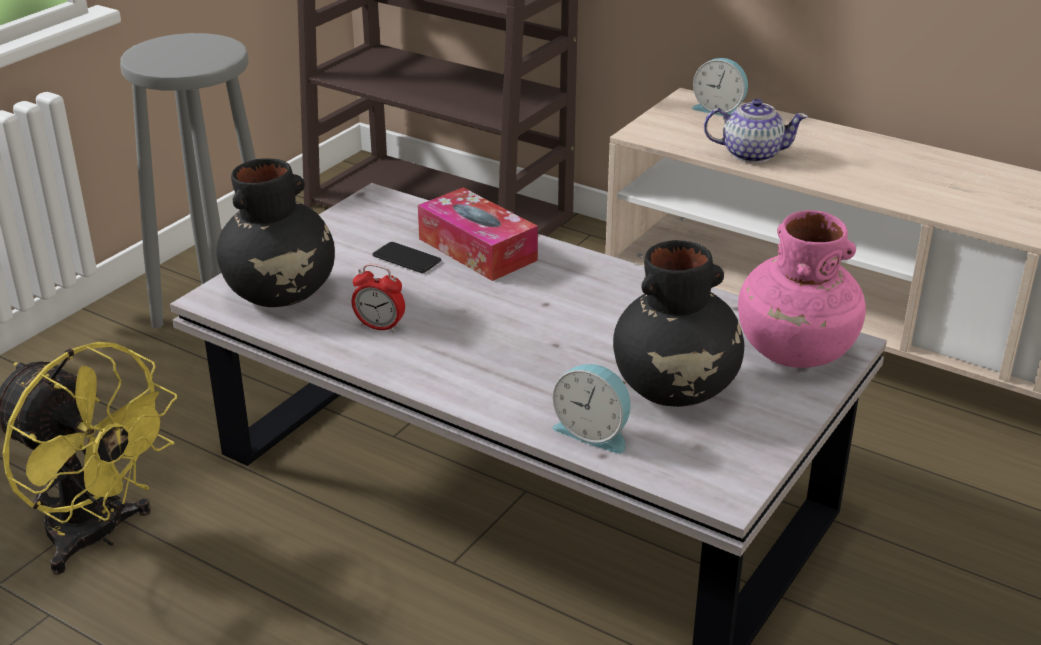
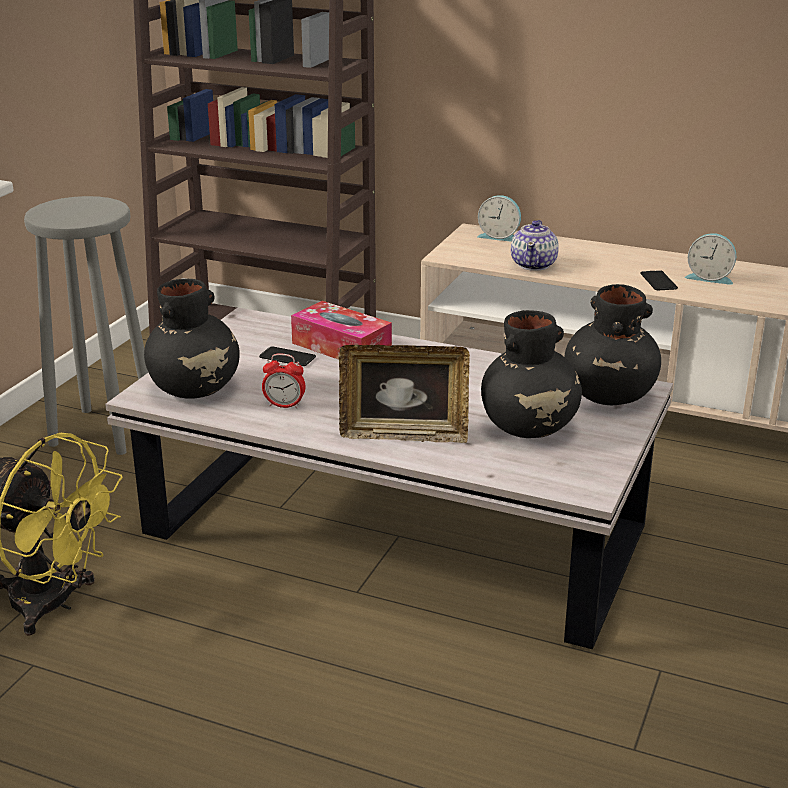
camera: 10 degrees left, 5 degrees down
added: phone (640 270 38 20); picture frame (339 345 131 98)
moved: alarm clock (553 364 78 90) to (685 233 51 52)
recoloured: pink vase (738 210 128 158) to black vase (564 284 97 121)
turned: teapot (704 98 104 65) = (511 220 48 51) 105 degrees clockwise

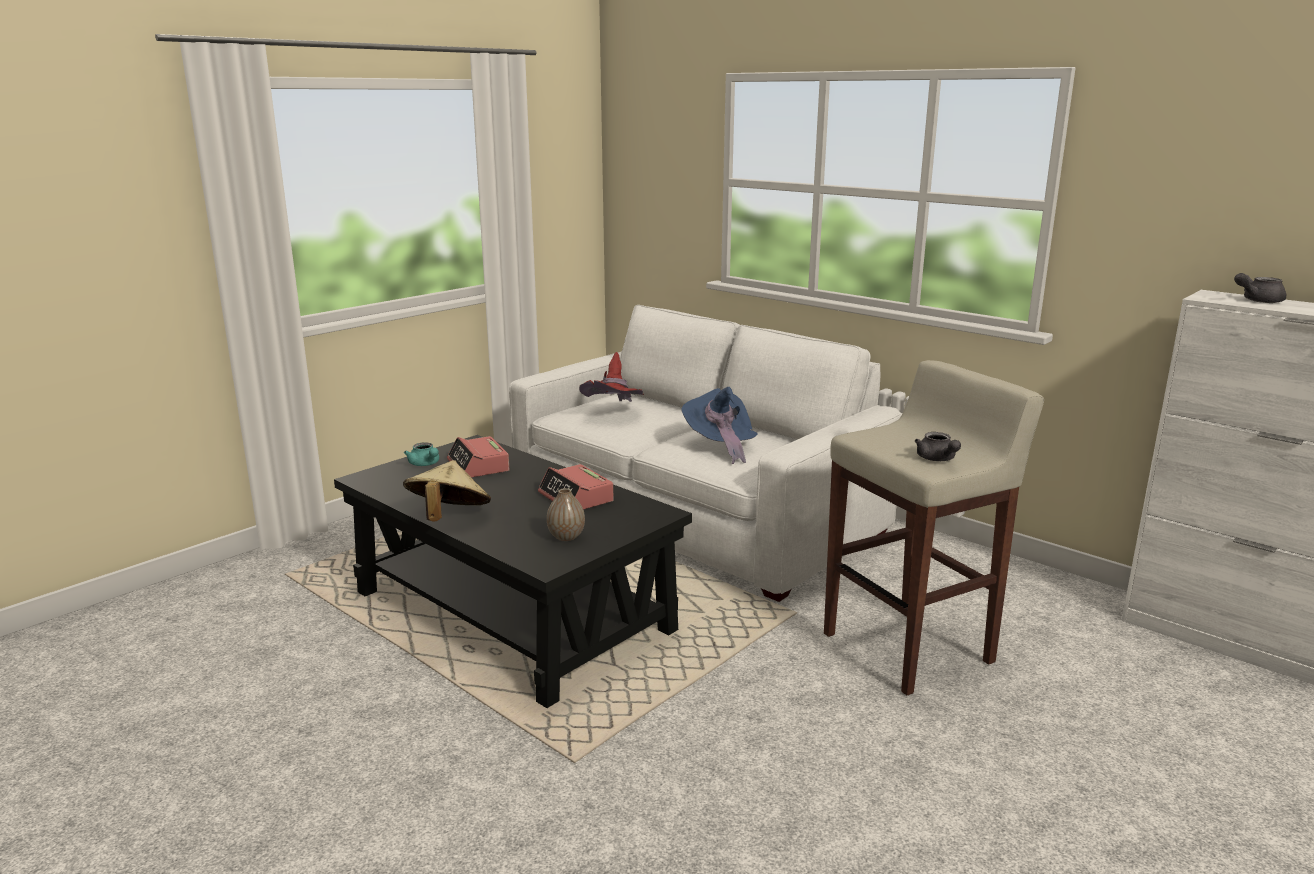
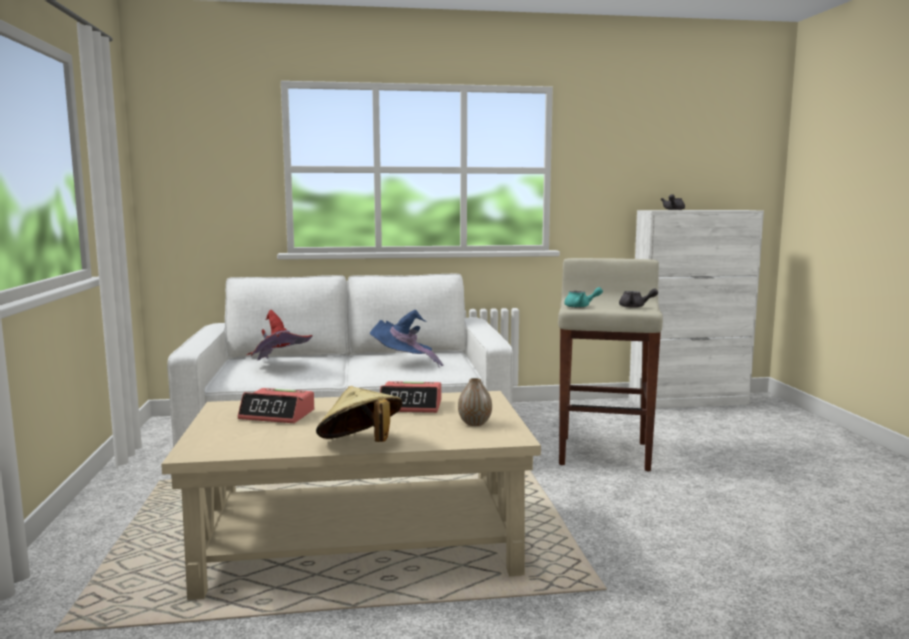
camera: 50 degrees left, 10 degrees down
moved: turquoise teapot (404 442 35 24) to (564 287 39 21)
recoloured: black coffee table (334 435 358 273) to beige coffee table (161 391 380 209)

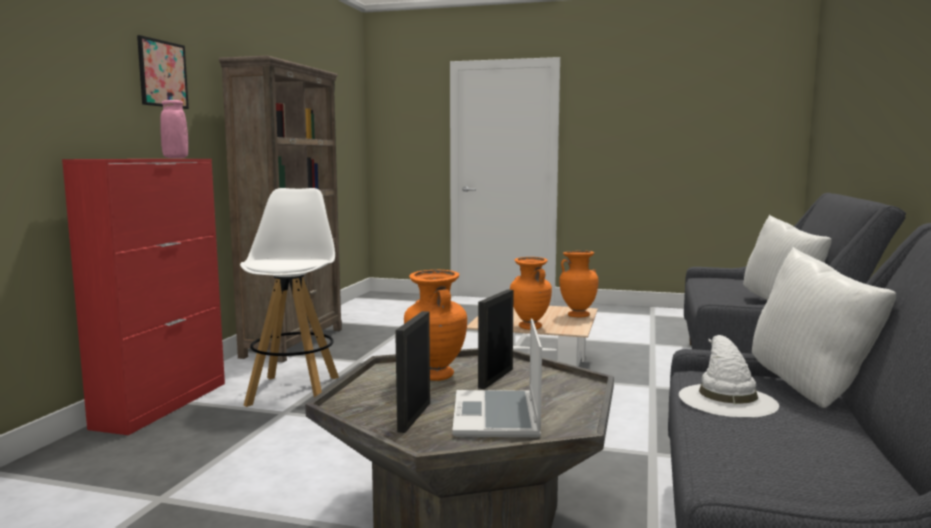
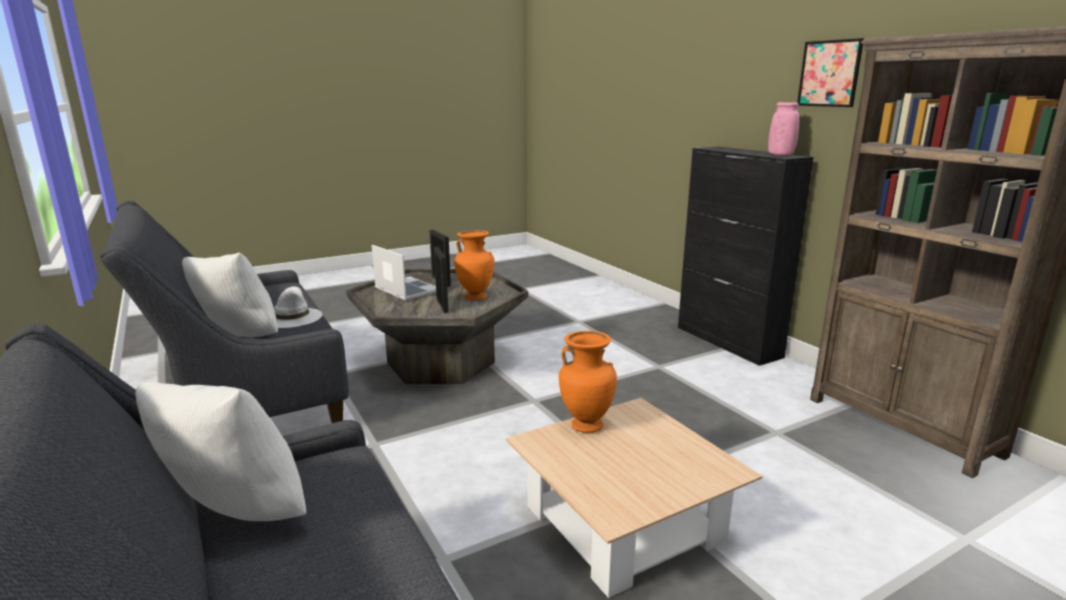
camera: 135 degrees right, 10 degrees up
removed: white stool (240 188 99 219); orange vase (559 251 40 66)
recoloured: red cabinet (62 159 163 276) to black cabinet (678 146 136 220)

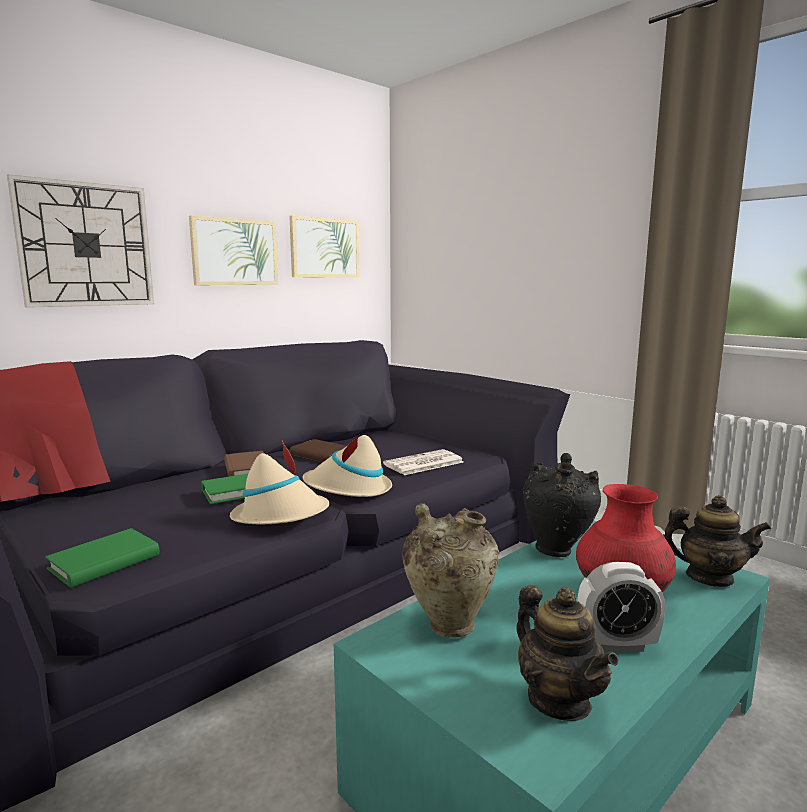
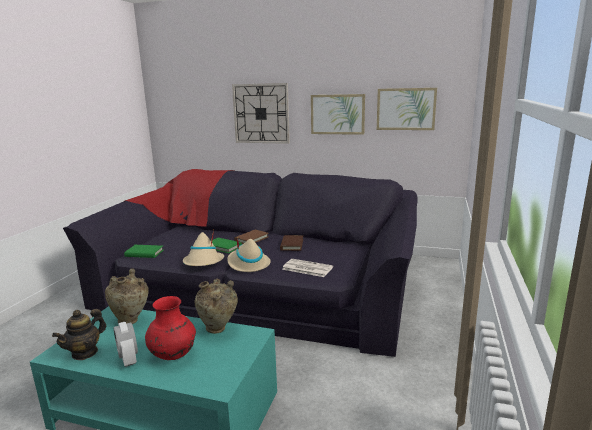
camera: 60 degrees right, 5 degrees up
removed: teapot (663 495 108 92)
recoloured: black vase (523 453 78 104) to beige vase (195 278 43 56)

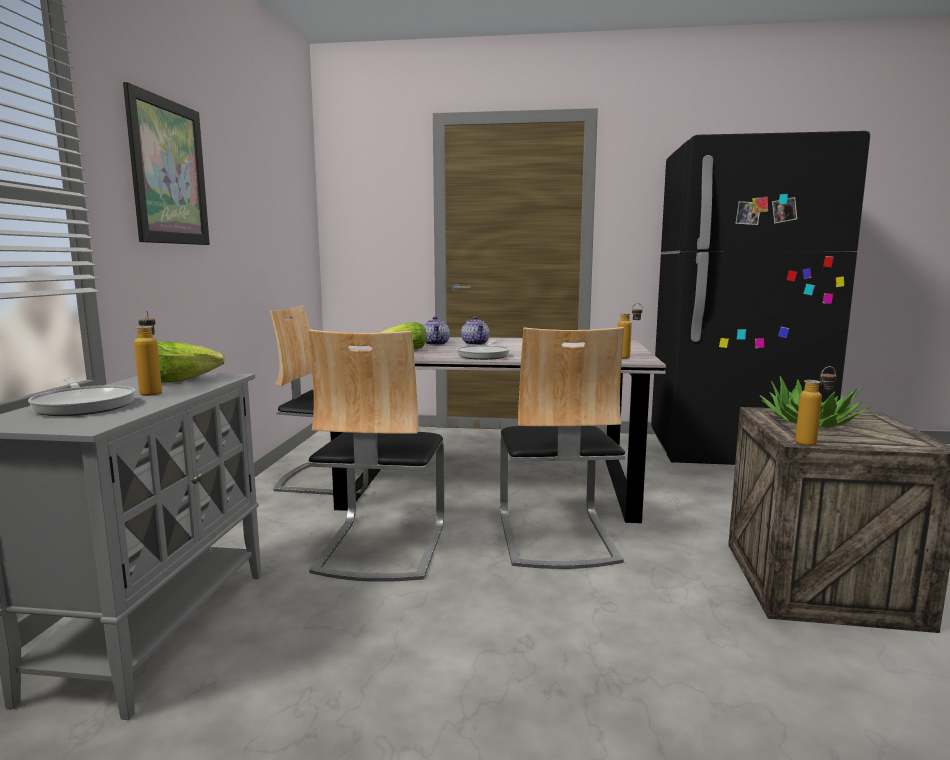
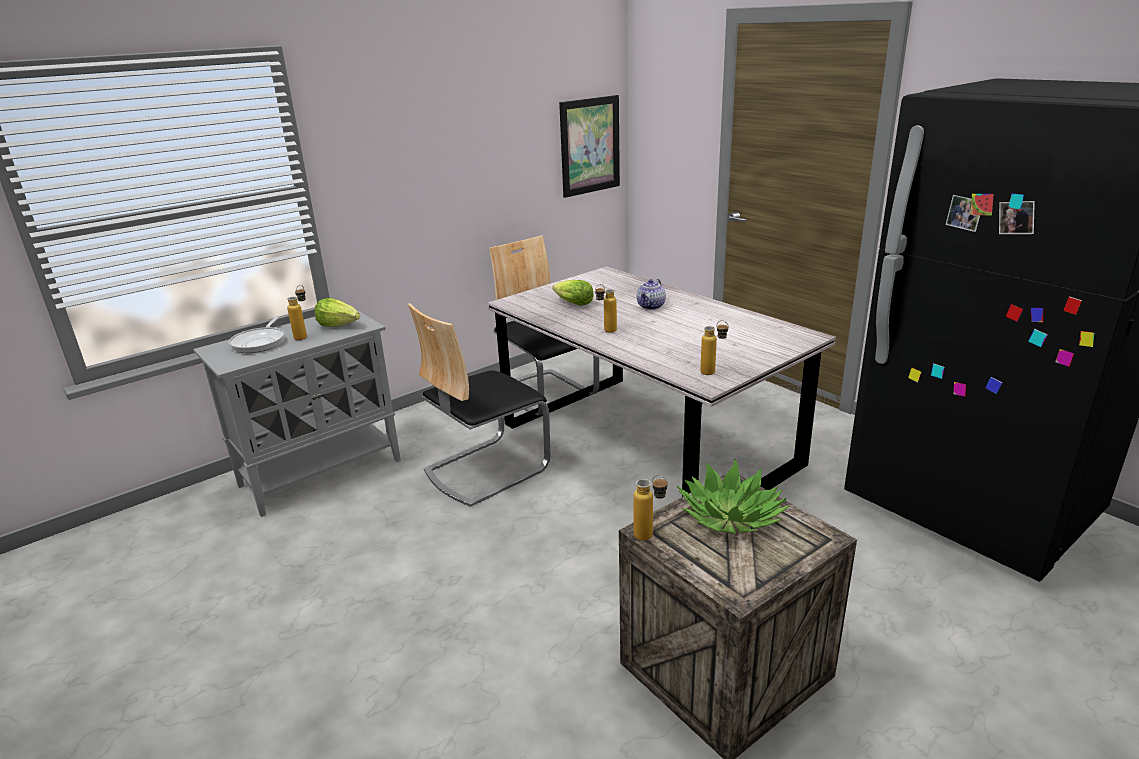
camera: 45 degrees right, 15 degrees up
removed: teapot (424 316 26 30); chair (500 327 125 242)
moved: picture (123 82 87 163) to (559 95 61 103)
replaced: frying pan (457 340 53 20) to bottle (595 284 22 49)

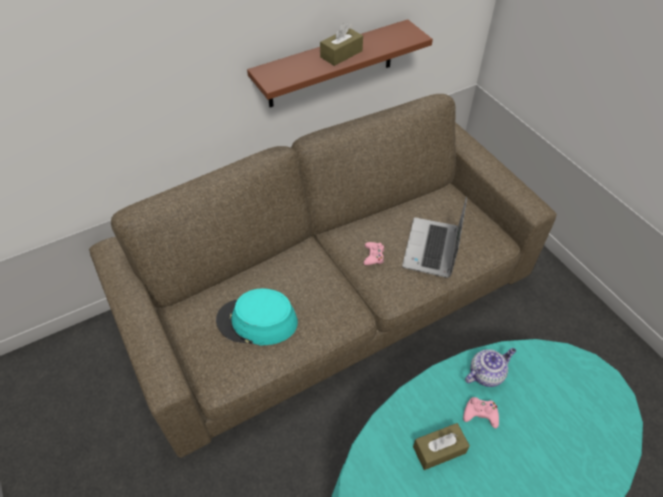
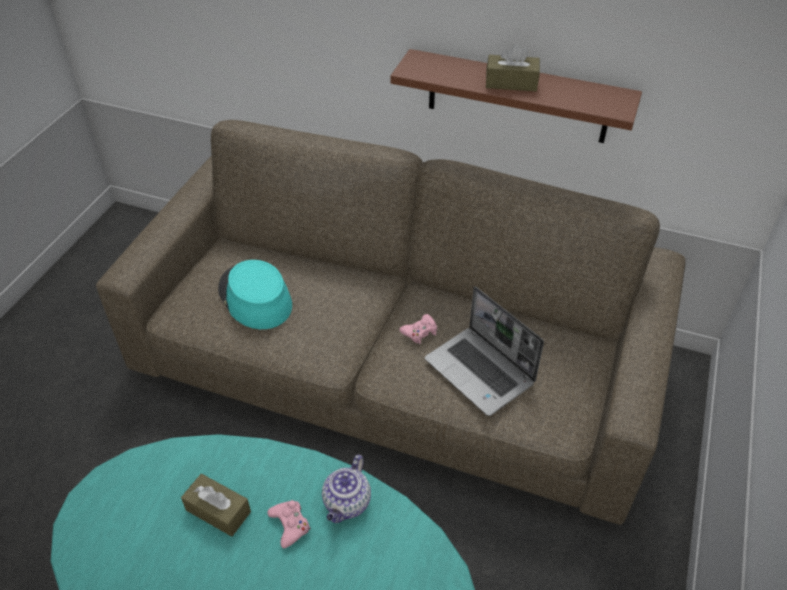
camera: 50 degrees right, 5 degrees down
turned: laptop (402 196 65 82) = (425 286 119 130) 105 degrees counterclockwise; teapot (465 348 51 39) = (322 455 49 68) 90 degrees clockwise

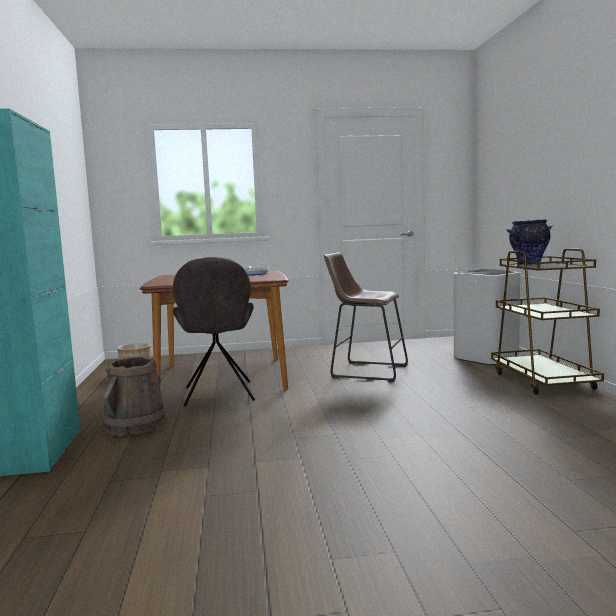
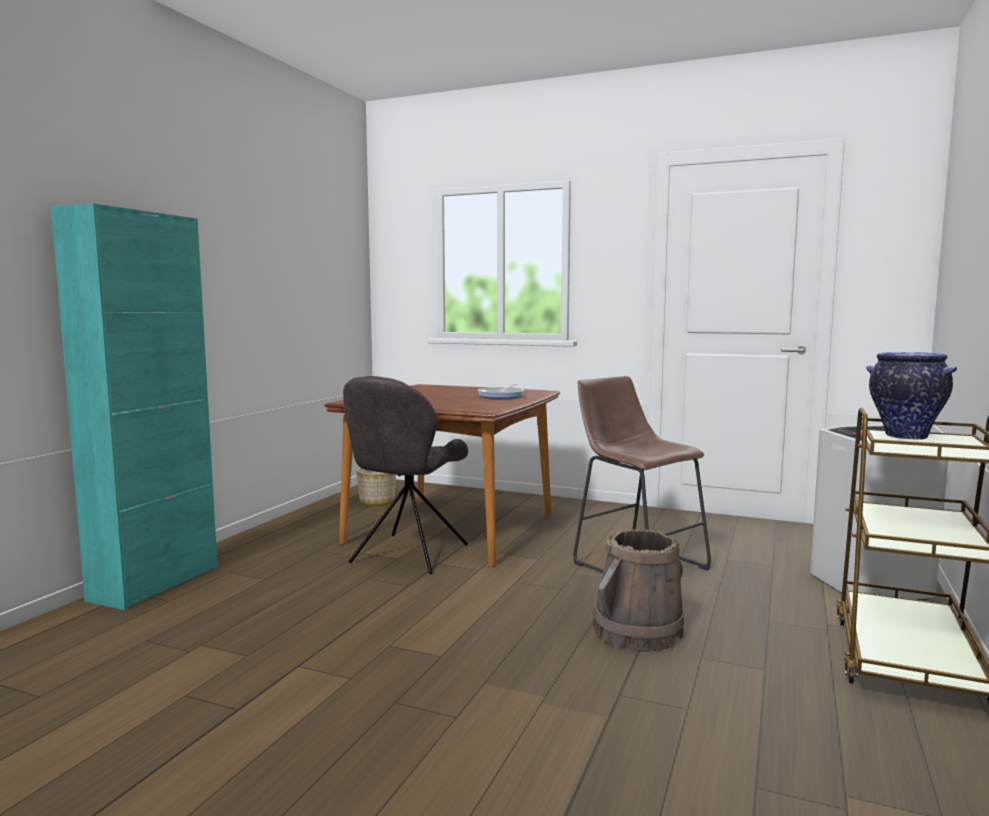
camera: 30 degrees right, 0 degrees up
moved: brown bucket (102 357 63 80) to (592 529 92 123)

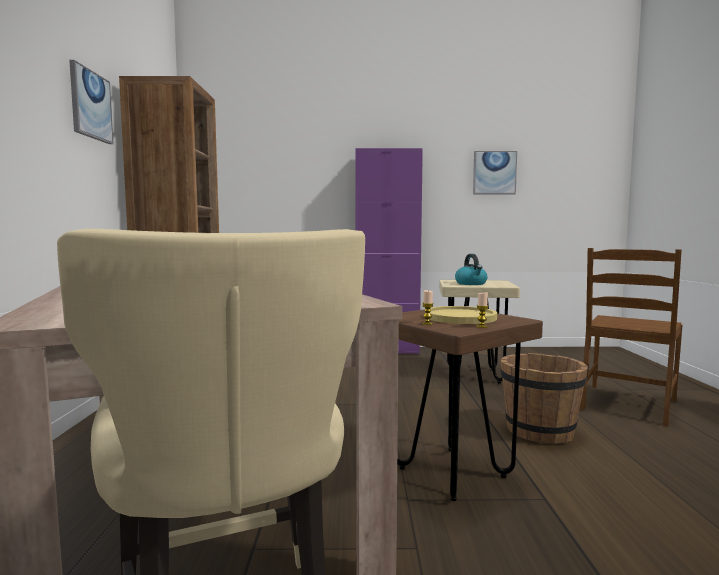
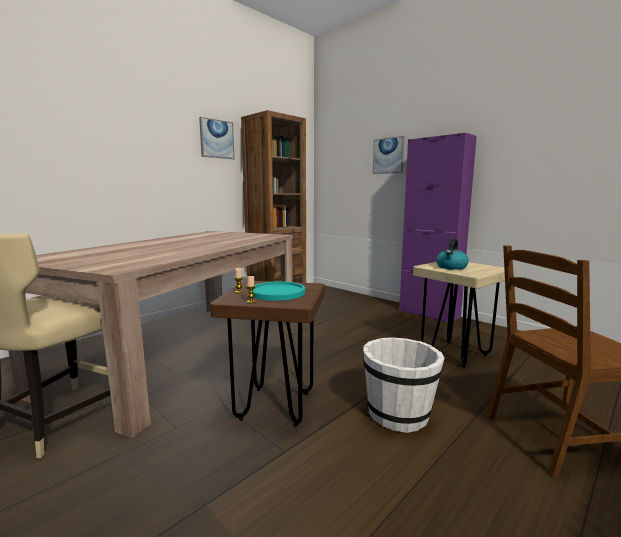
camera: 45 degrees right, 5 degrees up
moved: picture (473 151 44 43) to (373 136 32 38)
recoloured: yellow plate (425 306 72 18) to turquoise plate (253 282 52 19); brown bucket (500 353 88 91) to white bucket (363 337 81 96)

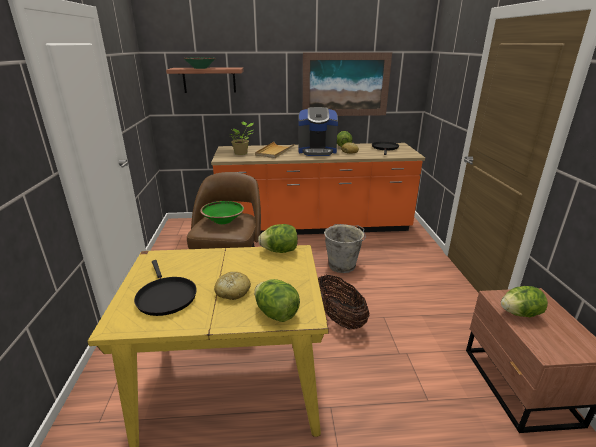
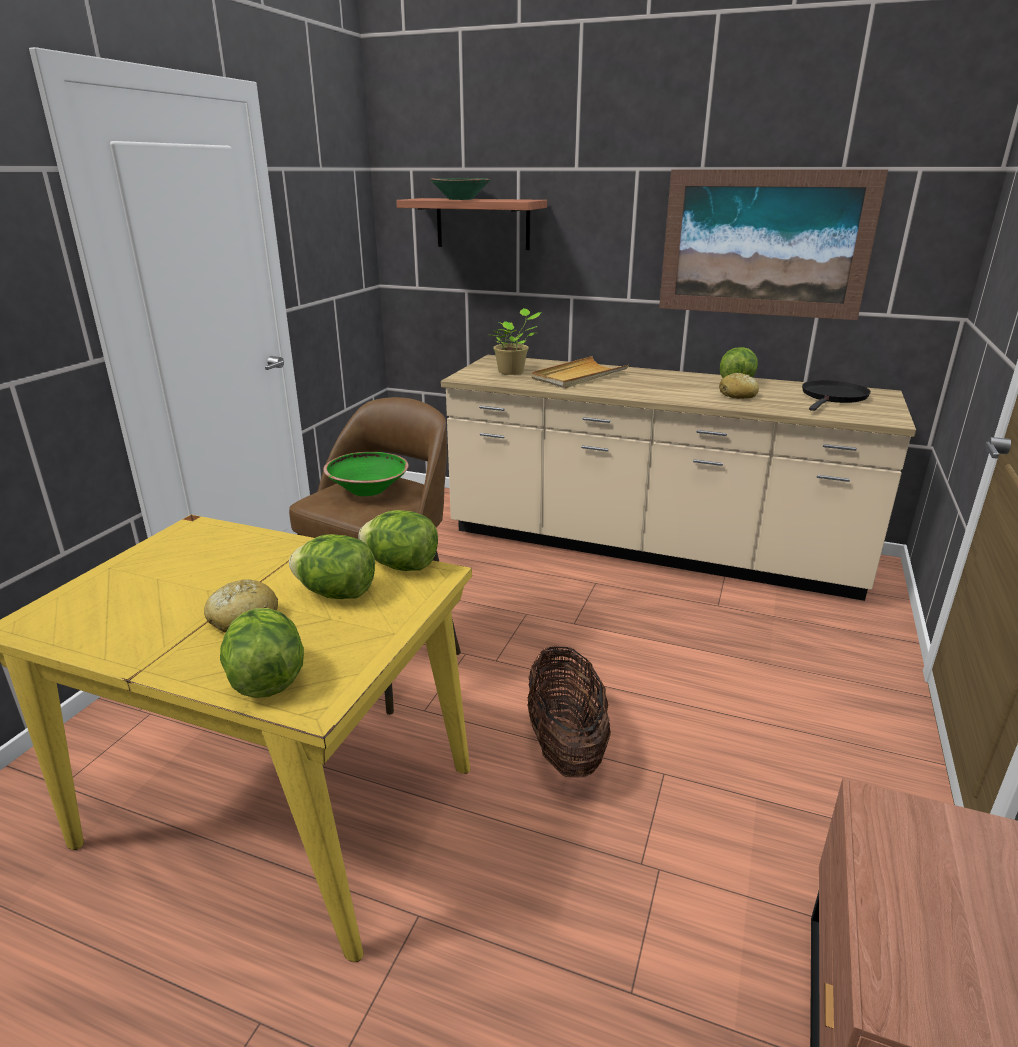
camera: 25 degrees right, 0 degrees up
removed: coffee machine (298 107 40 49); grey bucket (324 224 42 49); black frying pan (134 260 63 56)
moved: lettuce (501 286 47 31) to (289 534 86 65)
recoloured: orange counter (211 143 214 92) to beige counter (441 355 475 246)

